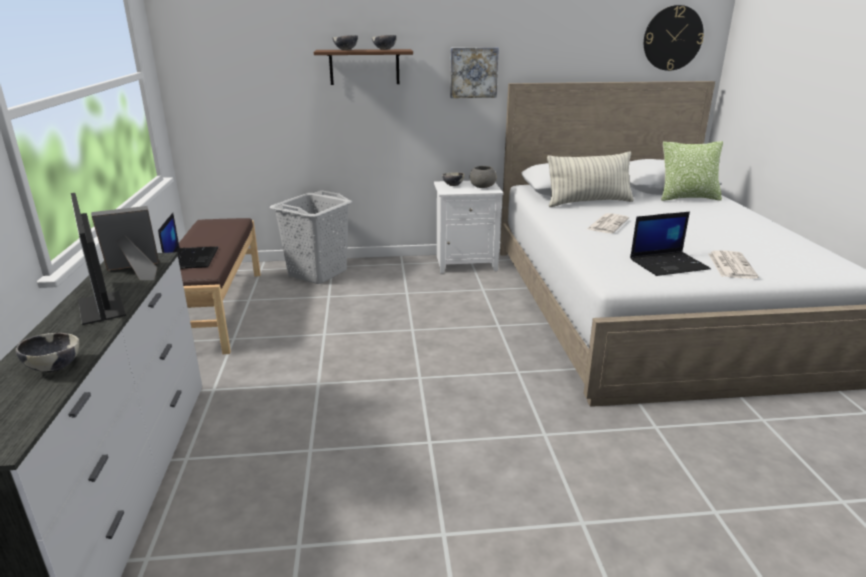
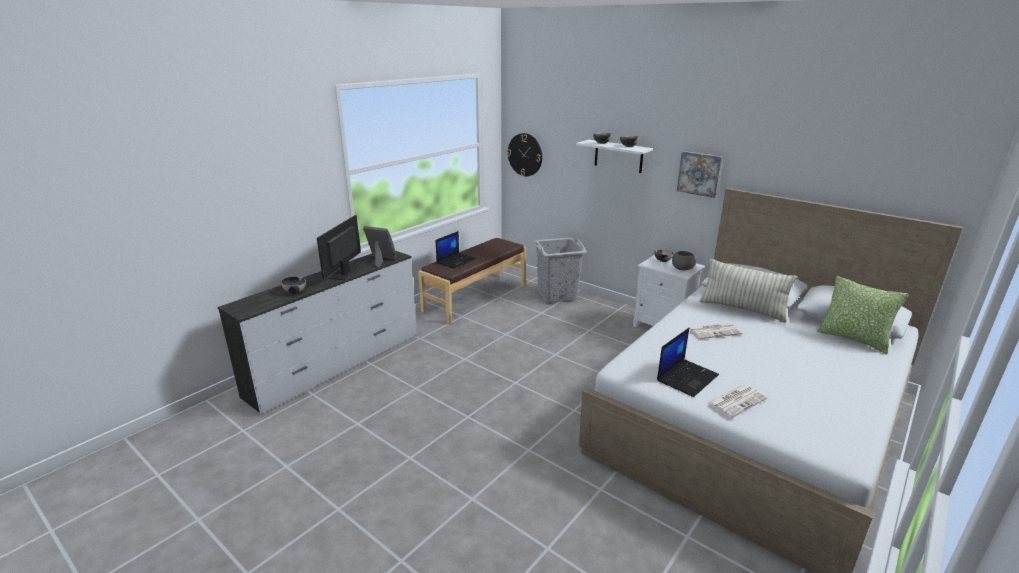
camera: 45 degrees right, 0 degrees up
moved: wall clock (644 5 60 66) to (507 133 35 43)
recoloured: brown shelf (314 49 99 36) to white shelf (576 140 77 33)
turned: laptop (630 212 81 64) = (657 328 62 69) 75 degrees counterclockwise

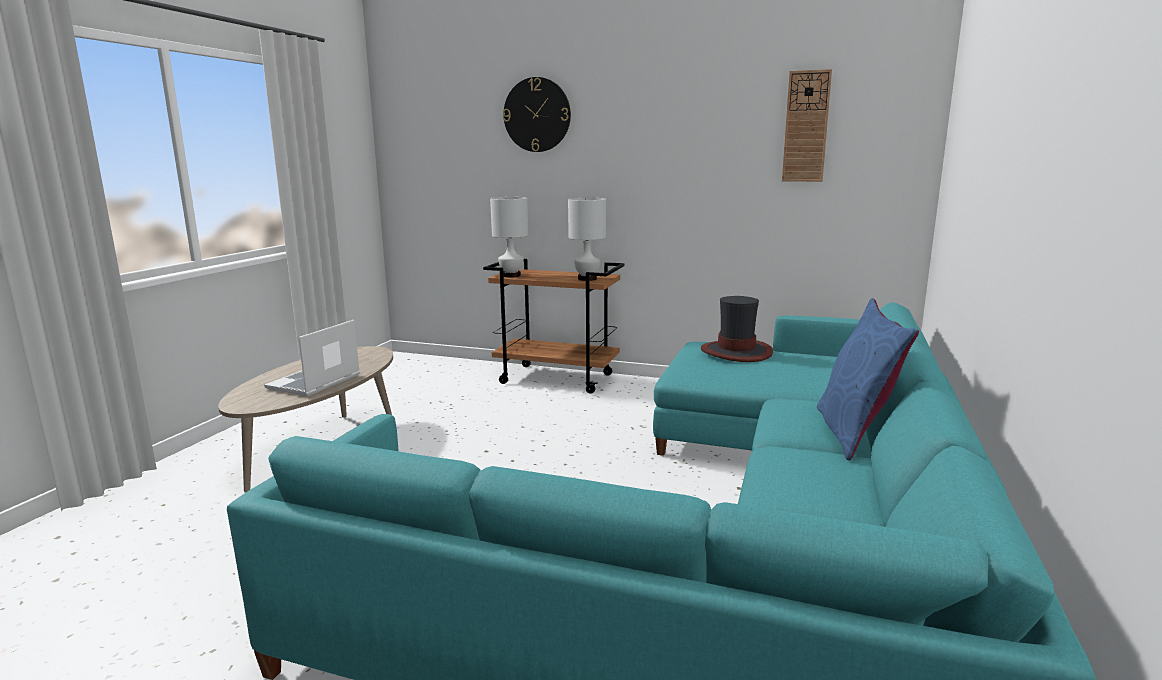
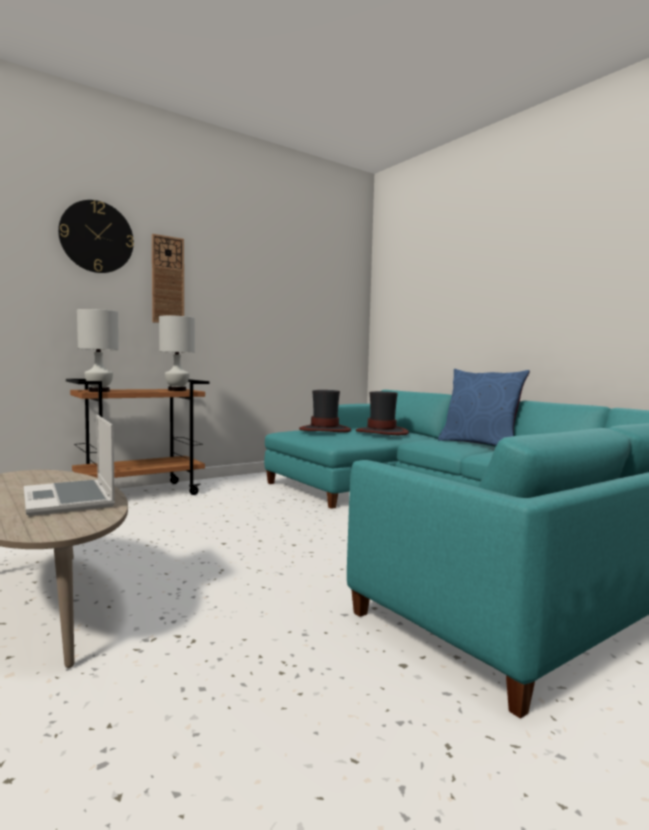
camera: 55 degrees left, 10 degrees down
added: hat (356 391 53 44)
moved: wall clock (782 69 50 113) to (152 234 32 89)

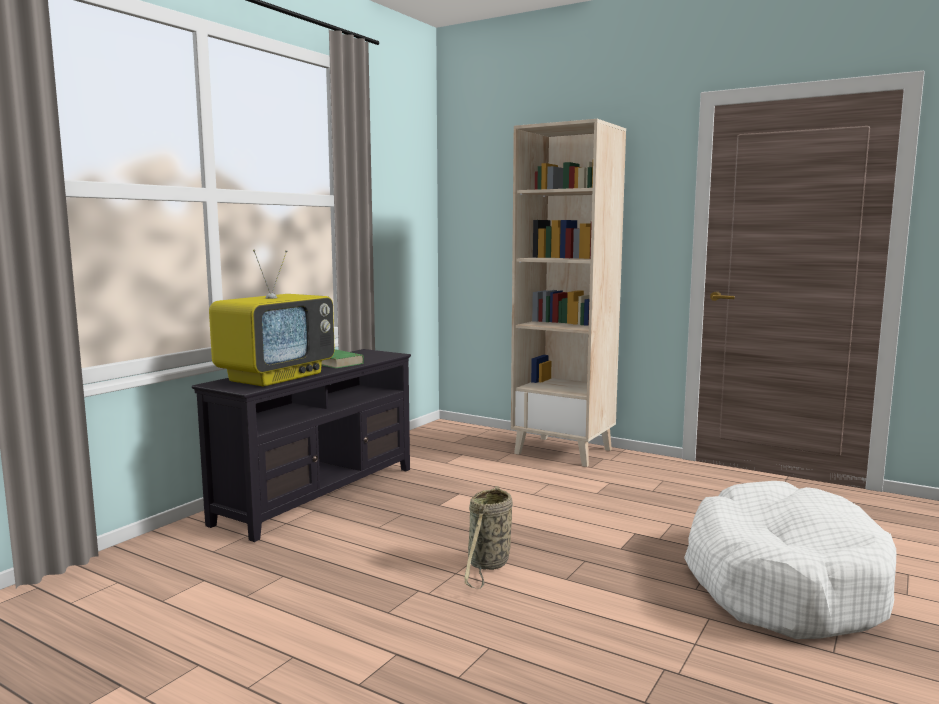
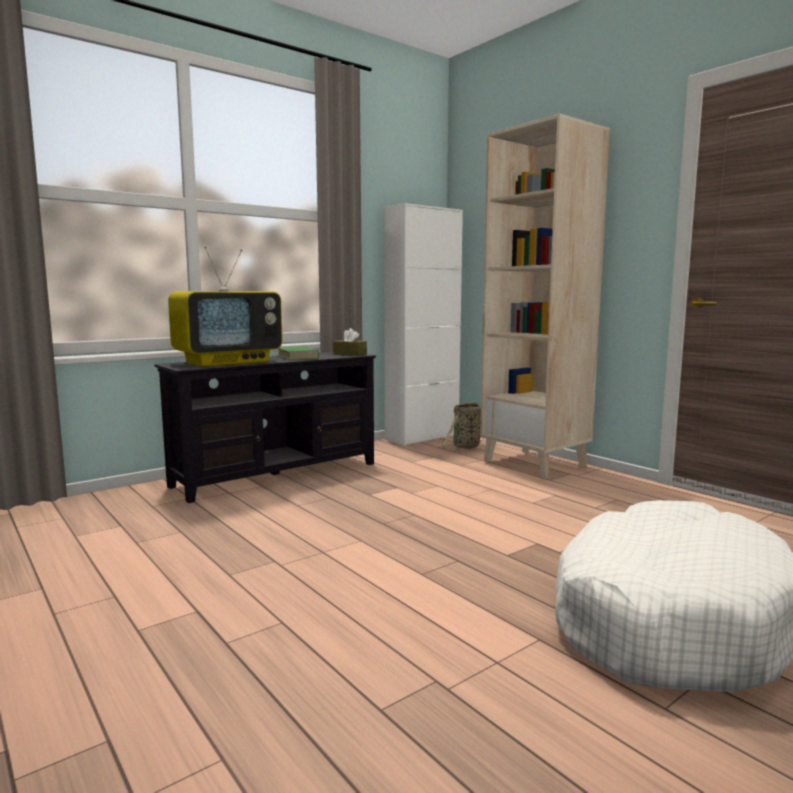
camera: 20 degrees right, 0 degrees up
added: white cabinet (384 203 79 243); brown tissue box (333 328 34 28)
moved: basket (464 486 49 103) to (442 403 42 50)

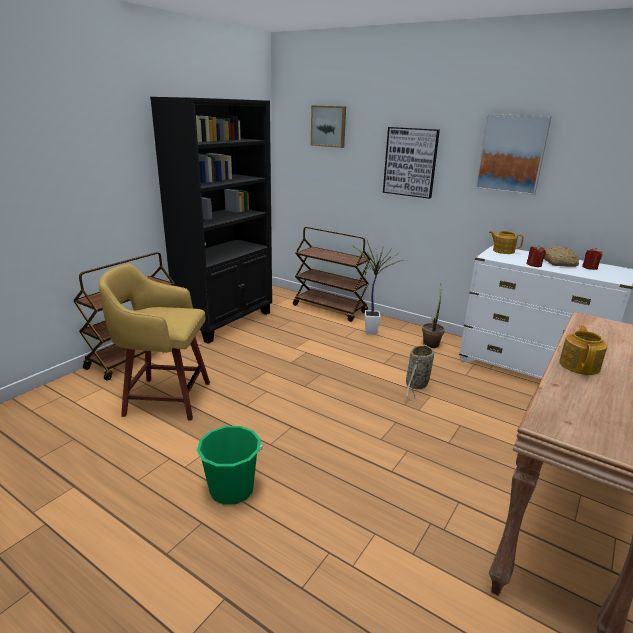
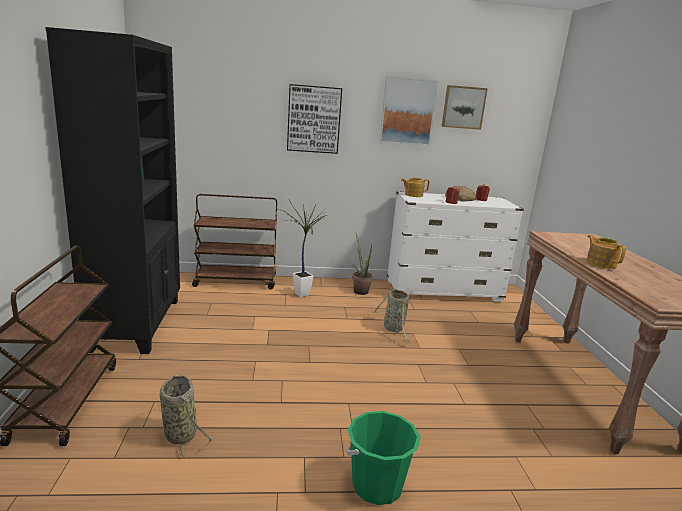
camera: 40 degrees left, 5 degrees down
moved: picture (311 105 35 43) to (442 85 46 45)
replaced: yellow stool (99 264 111 156) to basket (160 375 53 83)

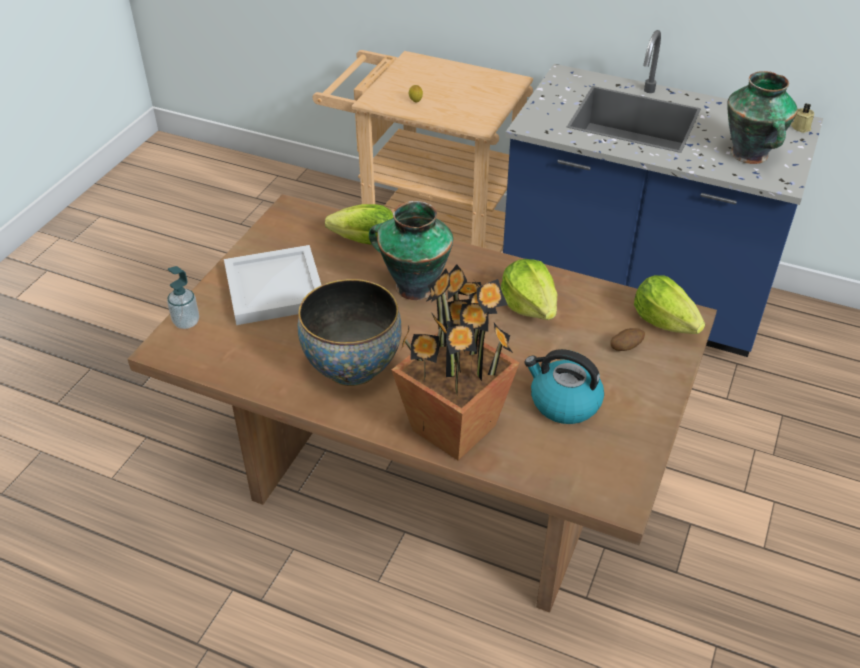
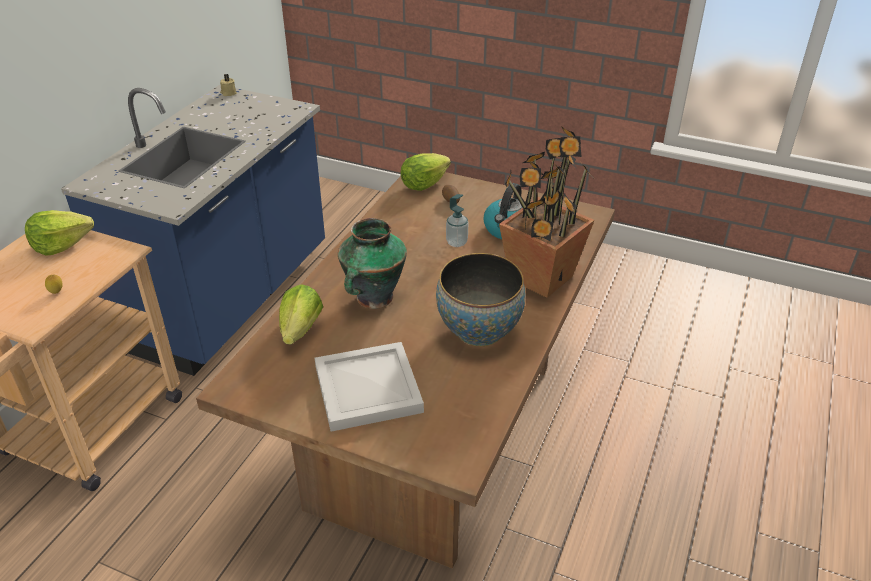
camera: 90 degrees left, 5 degrees down
removed: vase (727 71 71 93)
moved: lettuce (501 259 56 61) to (25 210 69 46); soap dispenser (167 266 32 63) to (446 194 22 53)

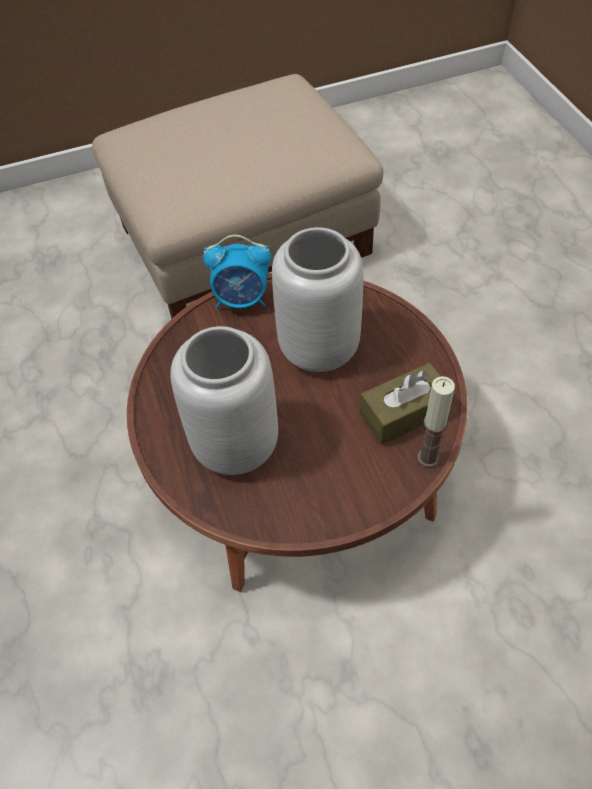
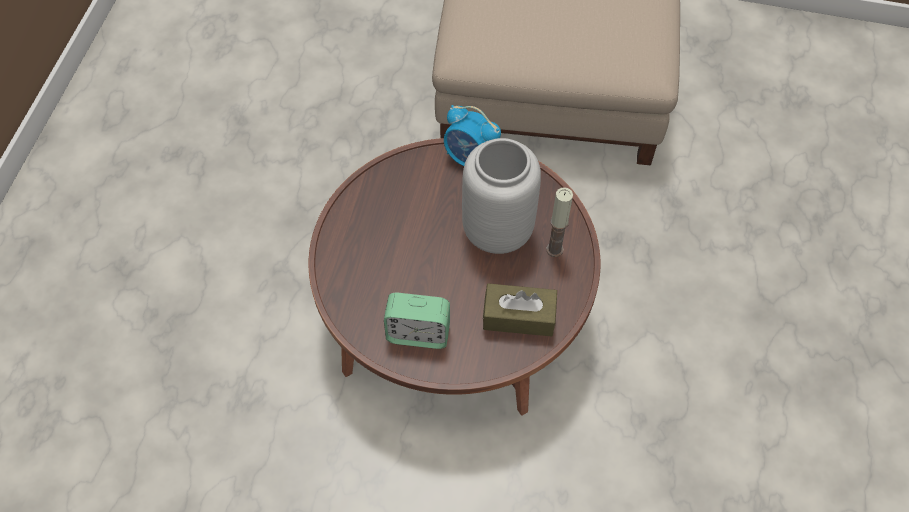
camera: 30 degrees right, 5 degrees up
removed: grey vase (170 326 108 149)
added: alarm clock (384 293 66 56)
moved: candle (417 376 38 91) to (546 187 27 70)

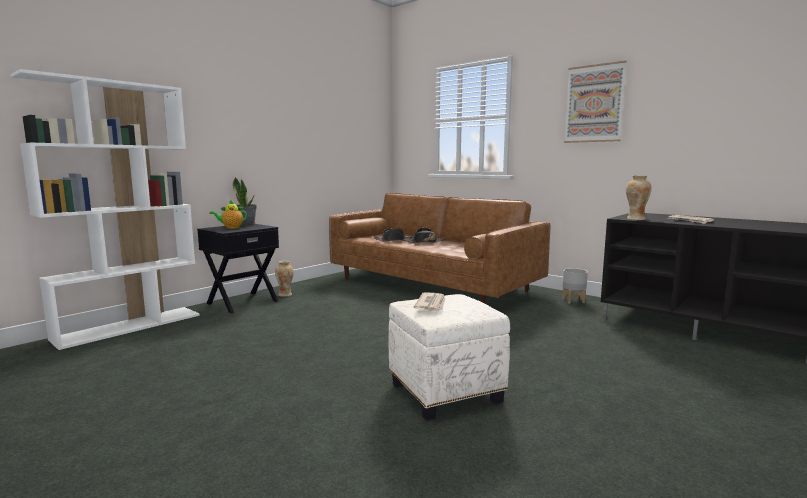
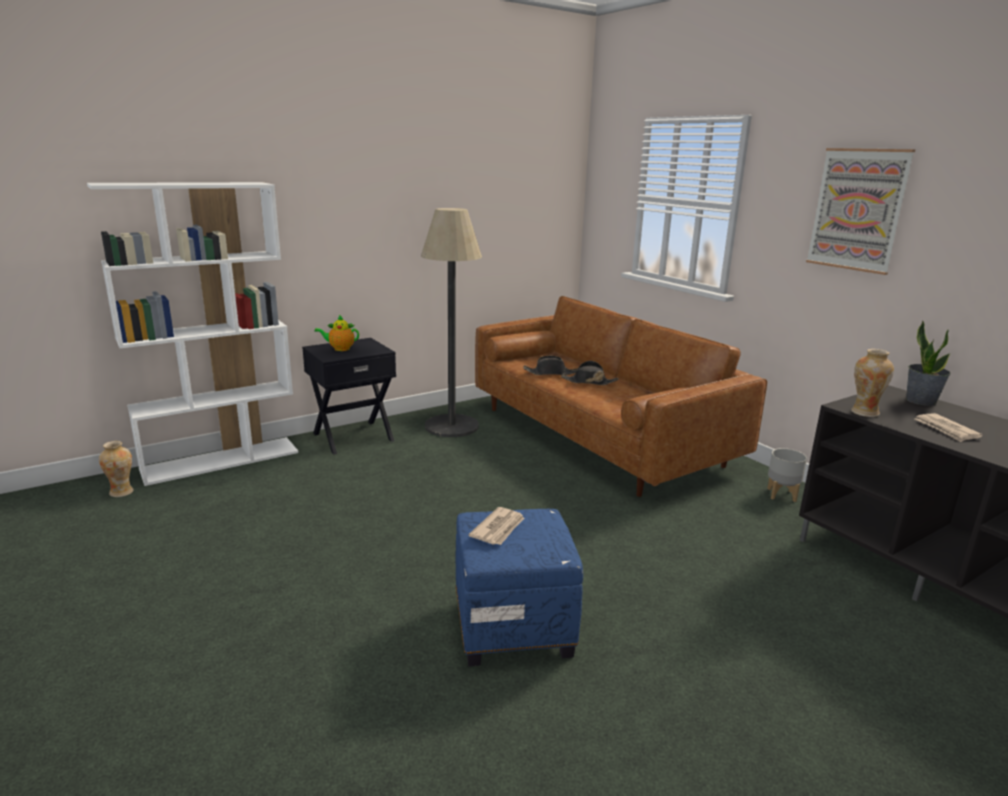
camera: 15 degrees right, 10 degrees up
added: floor lamp (421 208 61 229)
moved: potted plant (233 177 24 49) to (906 320 45 86); vase (275 260 19 37) to (99 441 35 56)
recoloured: white ottoman (389 294 121 127) to blue ottoman (456 509 127 157)

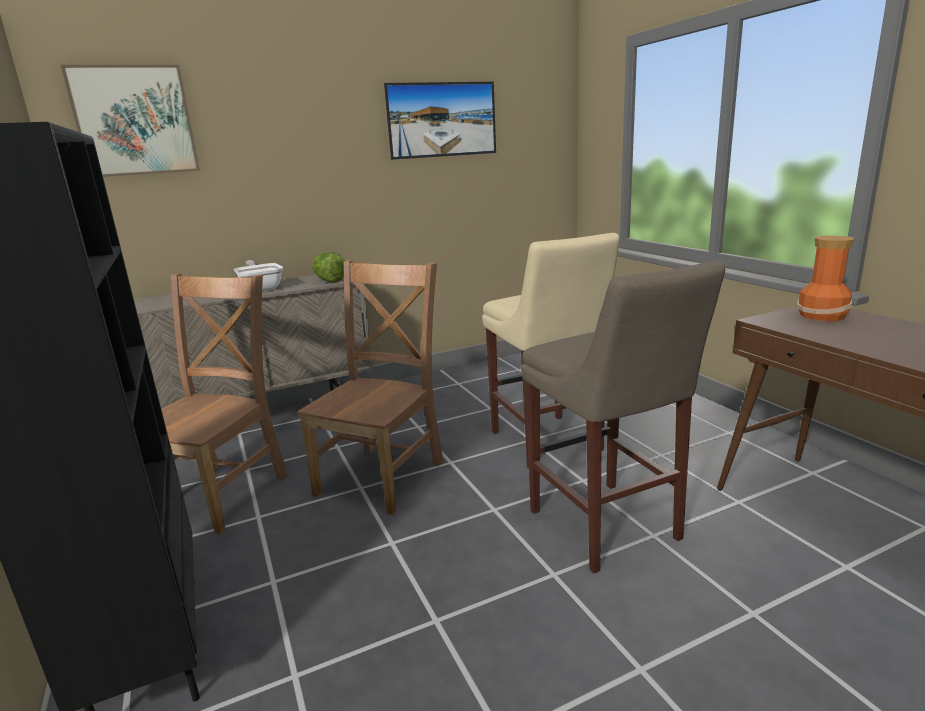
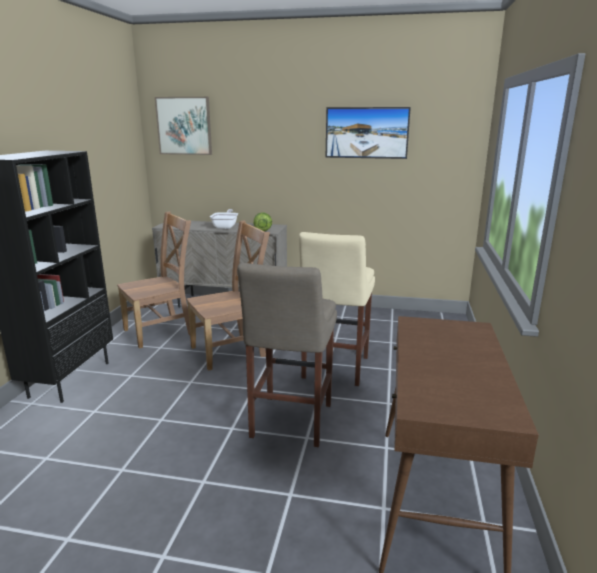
camera: 35 degrees right, 0 degrees up
removed: vase (797 235 57 86)

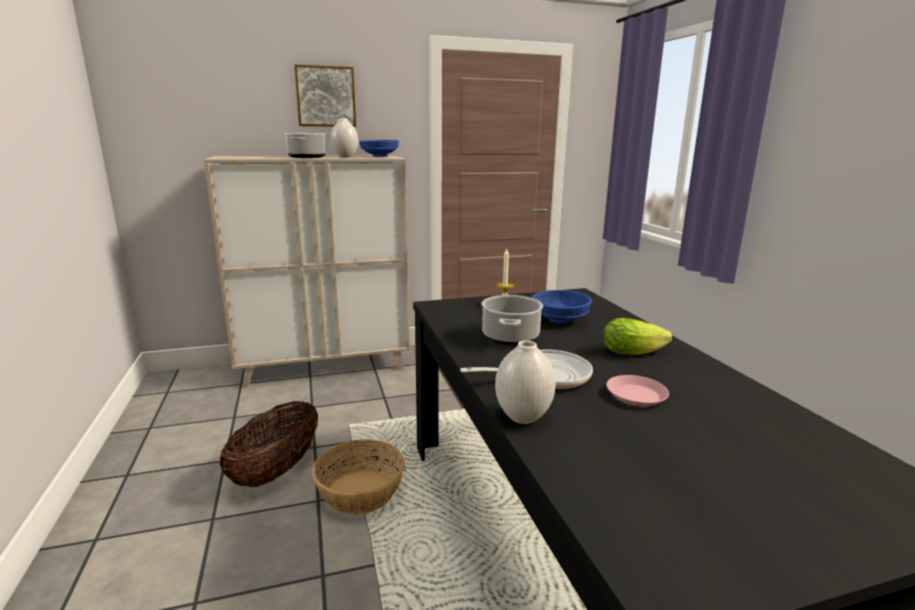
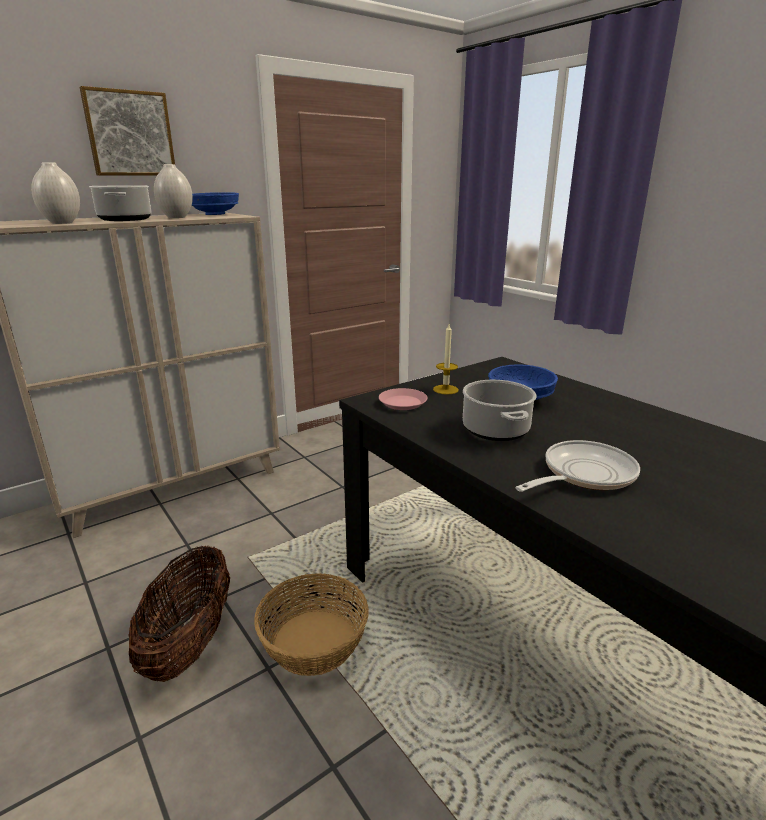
camera: 20 degrees left, 5 degrees up
removed: lettuce (604 318 68 37)
moved: white vase (495 340 61 84) to (31 162 49 62); pink plate (606 375 63 31) to (379 388 48 22)

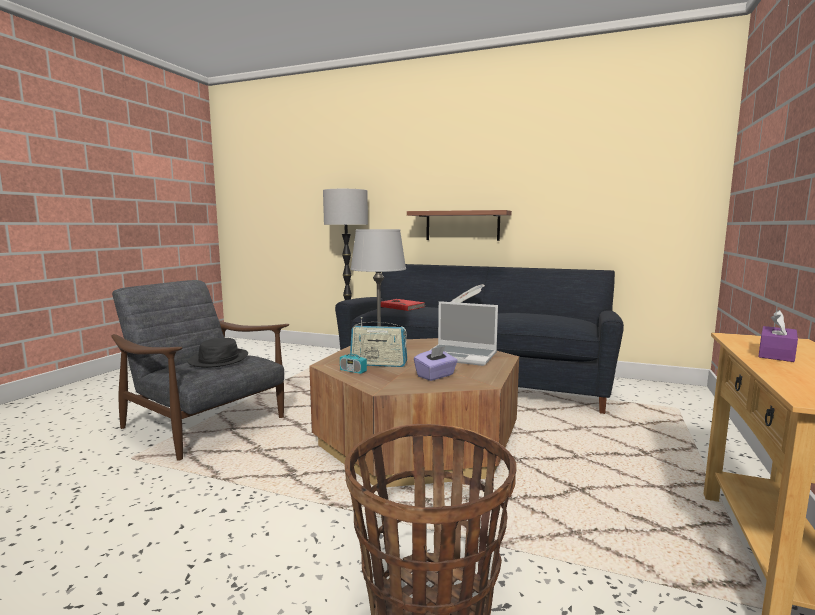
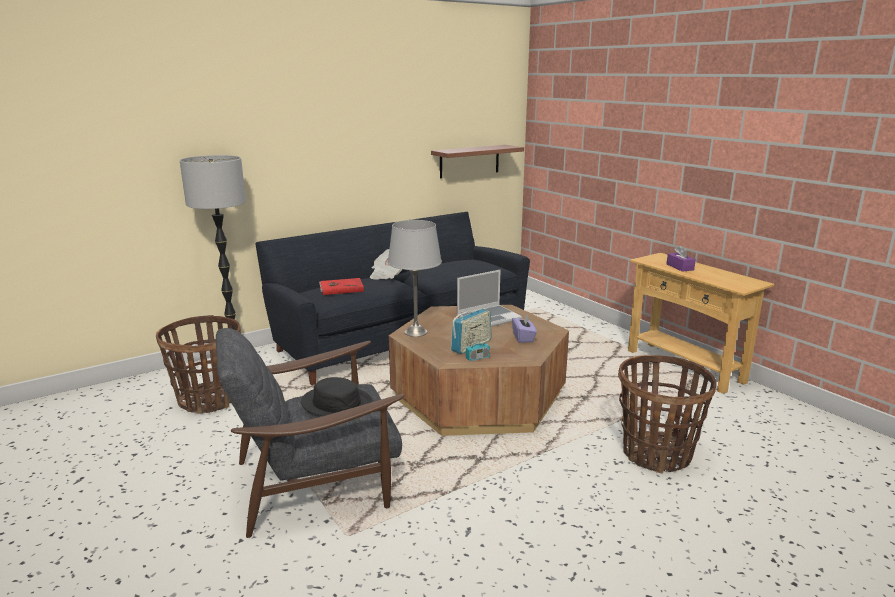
camera: 55 degrees left, 10 degrees up
added: basket (156 315 85 99)
moved: shelf (407 210 105 31) to (431 145 93 33)

